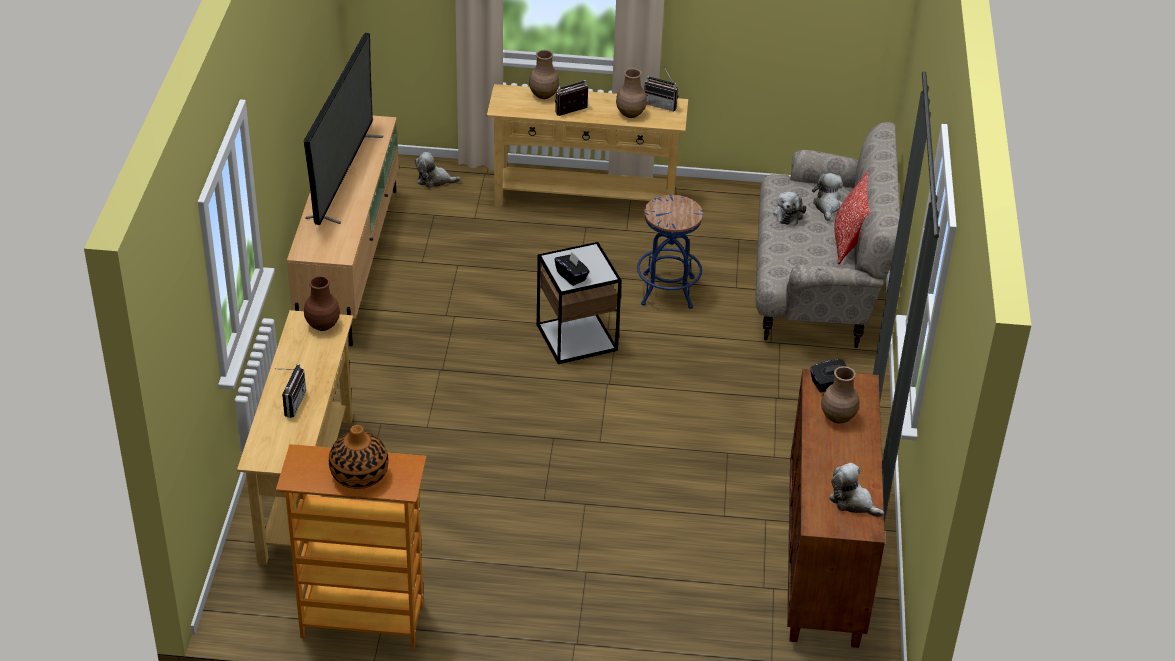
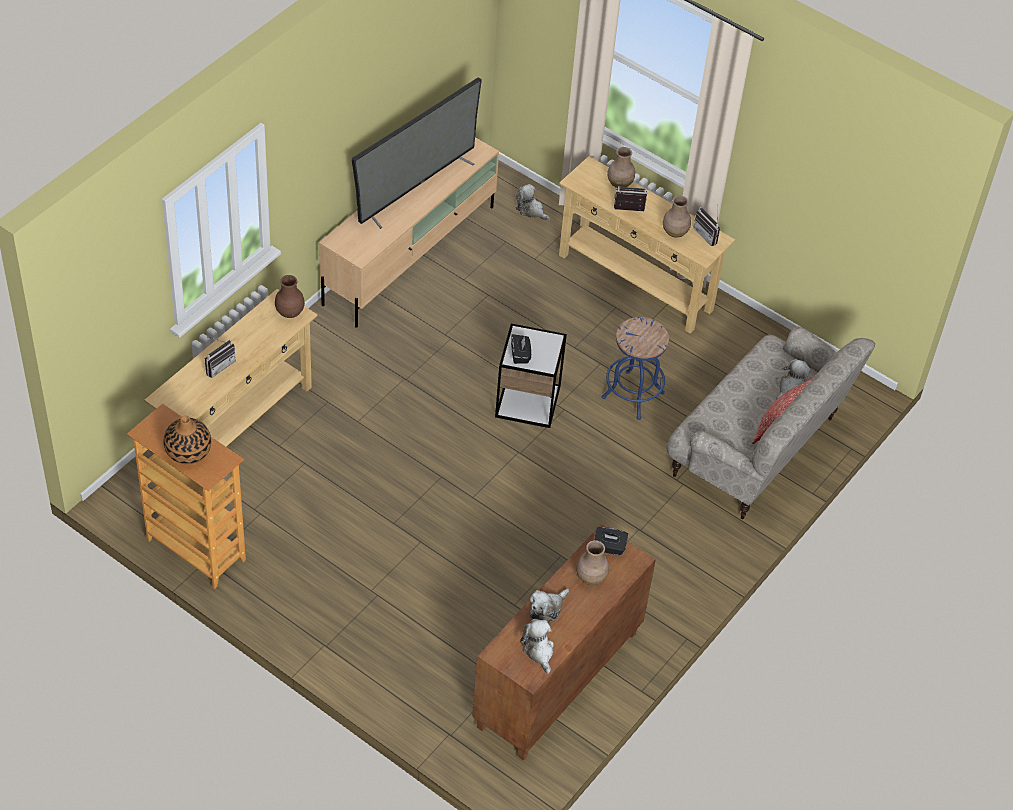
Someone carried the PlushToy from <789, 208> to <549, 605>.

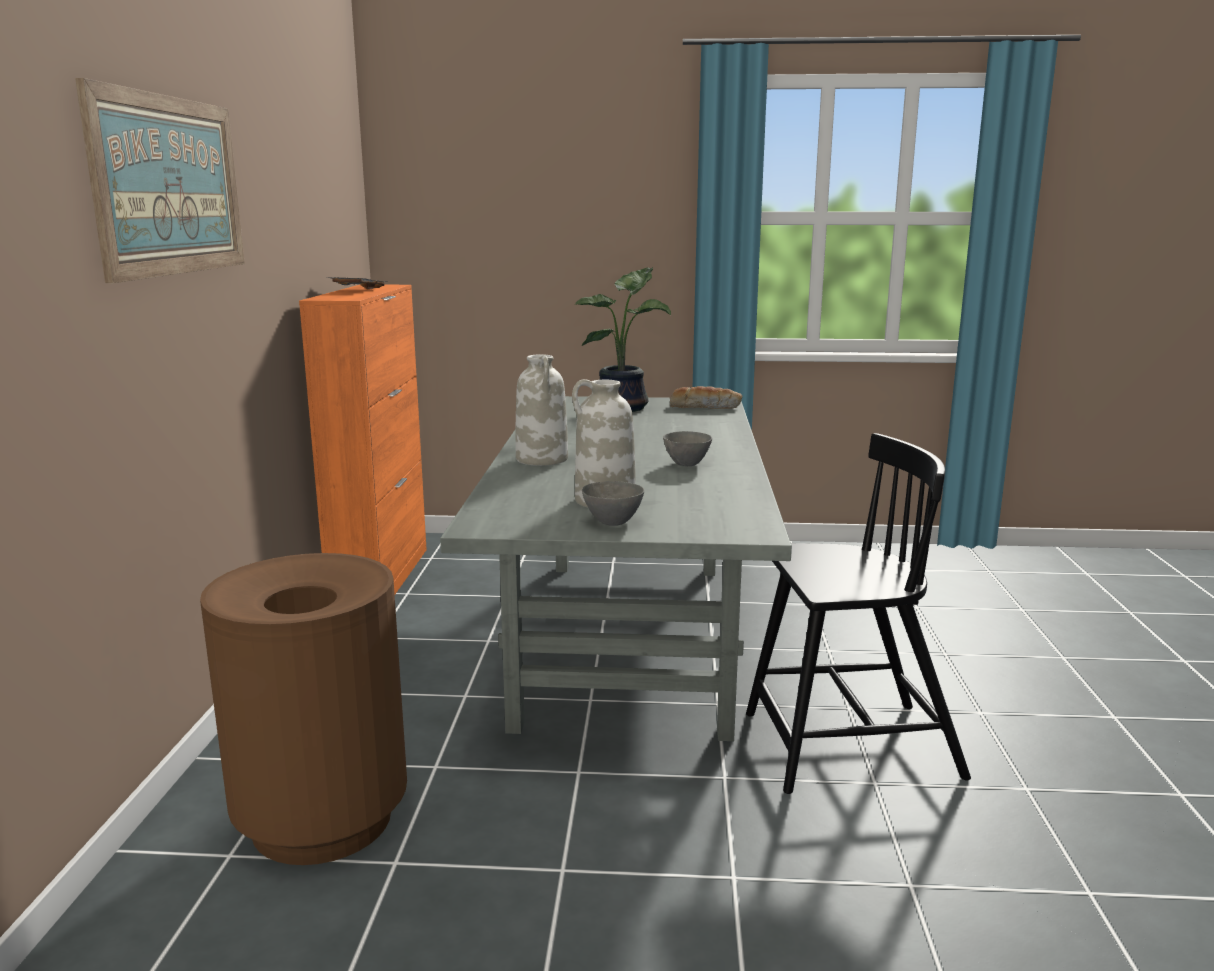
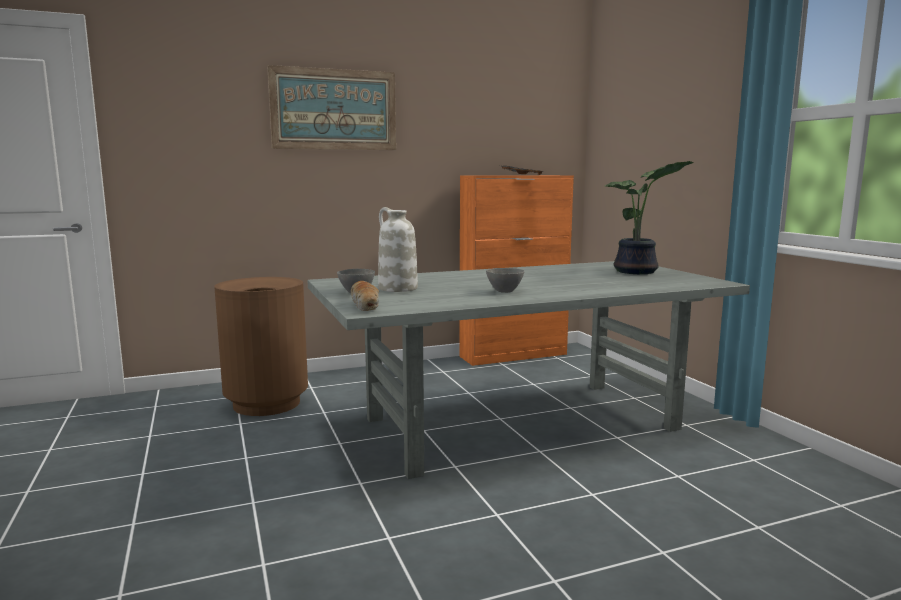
Someone took away the WhitishDecorativeVase at <541, 410>.
Someone carried the BakedBread from <706, 397> to <365, 296>.
Someone took away the BlackColouredChair at <858, 613>.

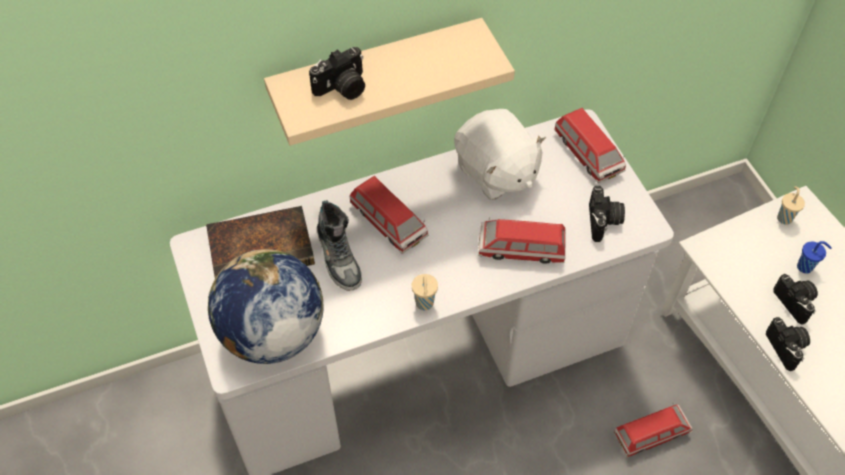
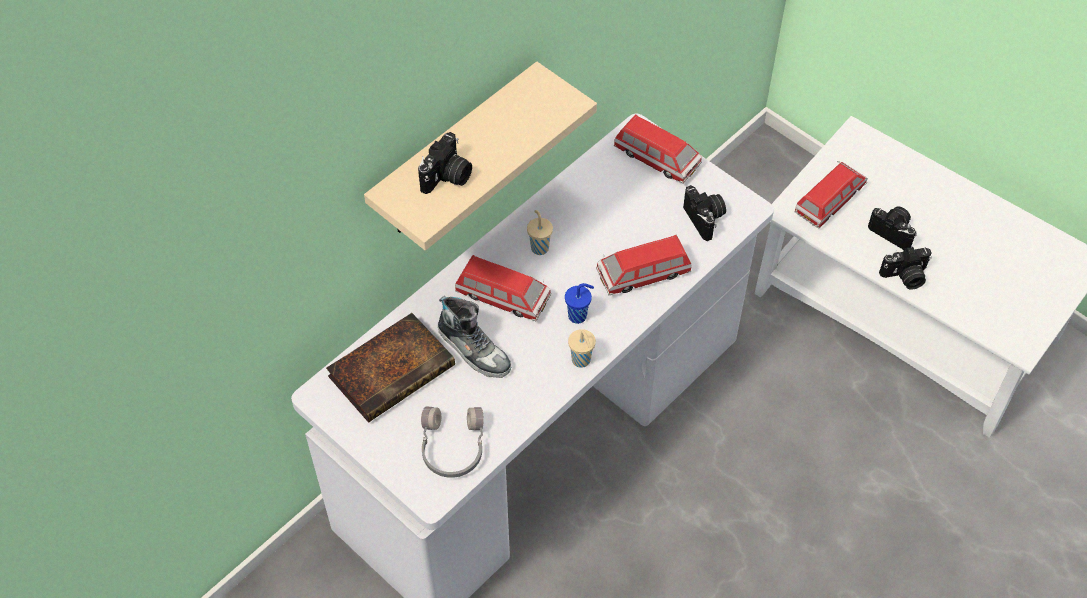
Someone swapped the WorldGlobe at <266, 306> for the GreyishPairOfHeadphones at <452, 442>.
Someone took away the WhitishPlushToy at <500, 154>.
Someone carried the MiniatureCar from <653, 430> to <830, 195>.
Someone rotated the PhotoCamera at <788, 344> by 120 degrees clockwise.
Someone carried the SandColouredSmallCup from <791, 205> to <540, 232>.
Someone carried the BlueSmallCup from <814, 257> to <579, 303>.

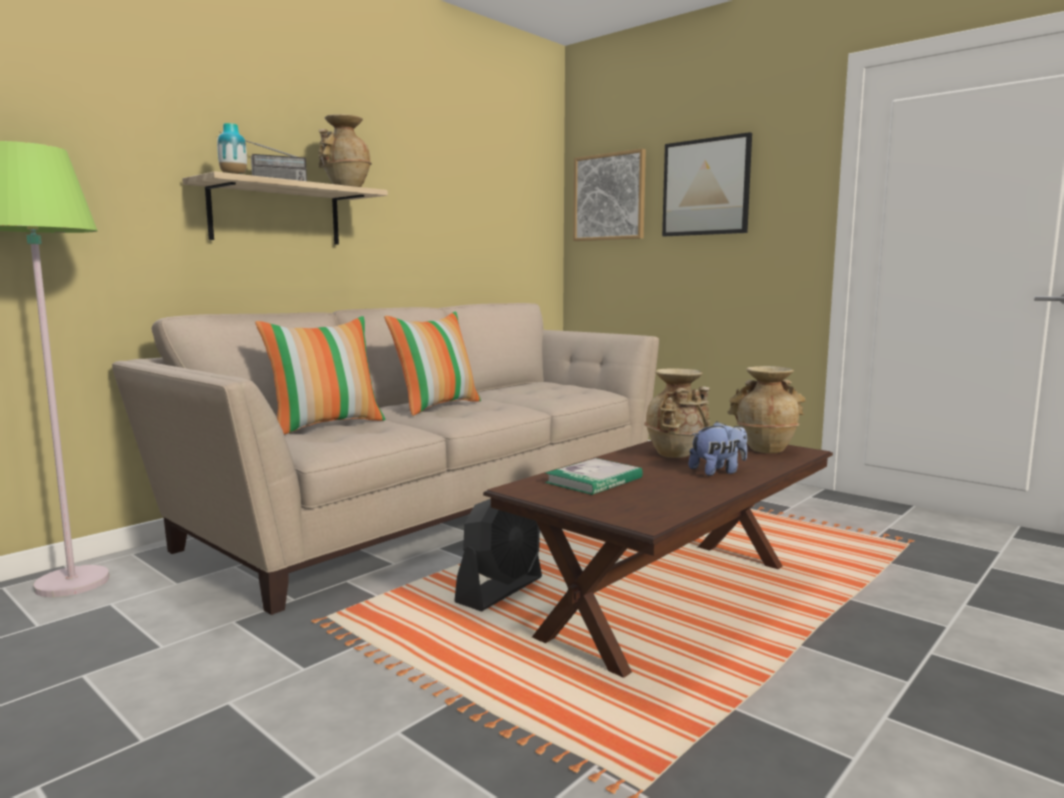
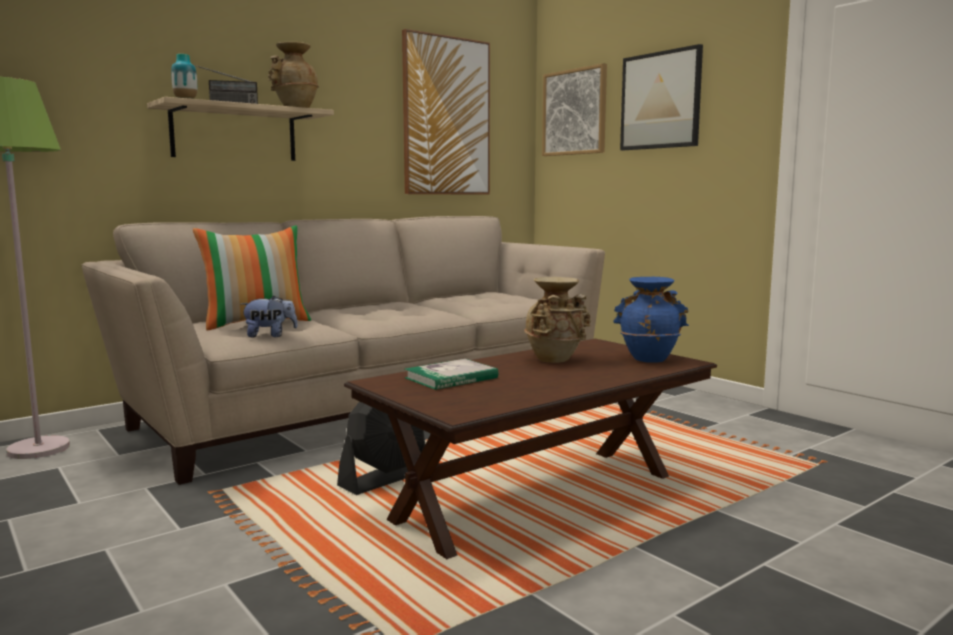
Someone took away the Pillow at <432, 363>.
Someone carried the PlushToy from <718, 448> to <269, 316>.
Someone repainted the SandColouredDecorativeVase at <767, 410>, which became the BlueDecorativeVase at <651, 320>.
Someone put up the WallPicture at <446, 111>.

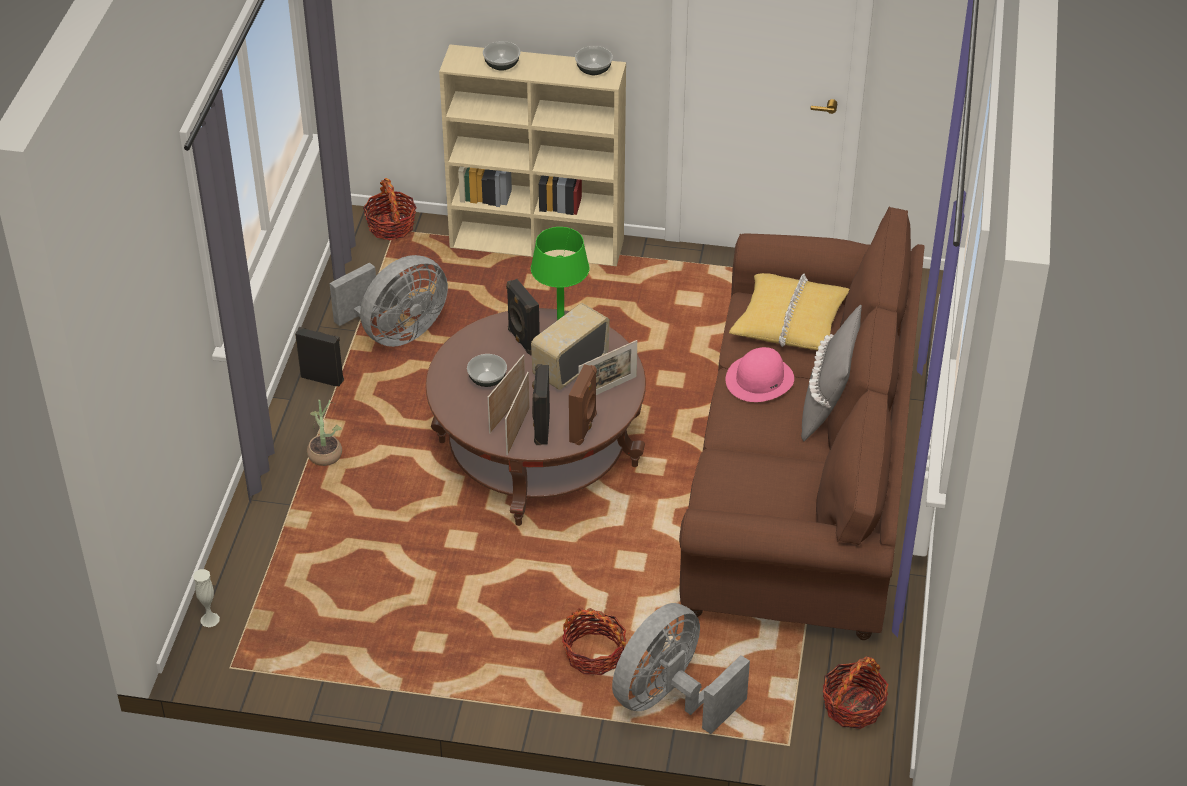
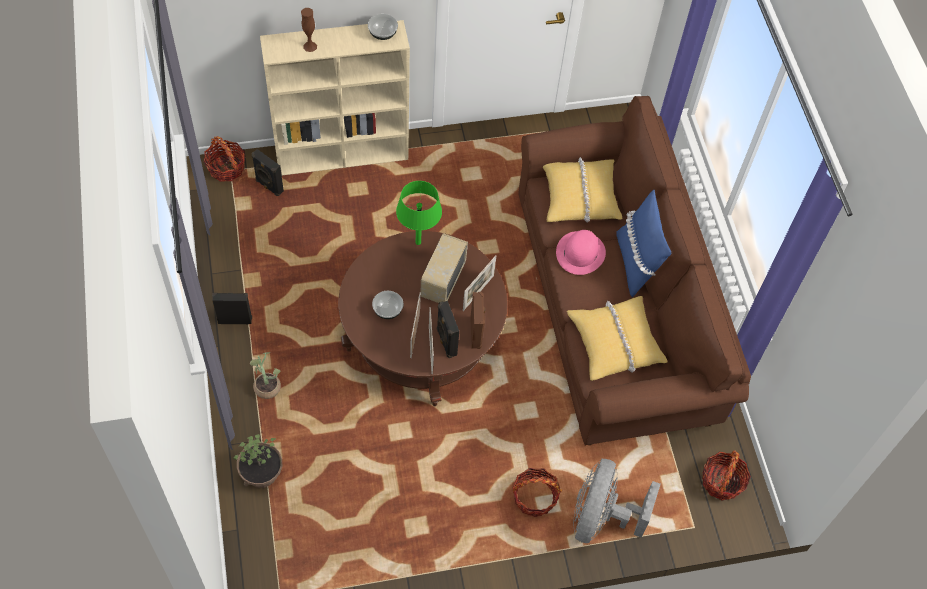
Someone took away the WhitishDecorativeVase at <206, 598>.
Someone took away the GreyishCoolingFan at <389, 301>.
Someone swapped the Bowl at <501, 56> for the BrownColouredDecorativeVase at <309, 30>.
Someone carried the BlackColouredLoudspeaker from <523, 317> to <268, 172>.
Someone repainted the GreyishPillow at <831, 373>, which became the BluePillow at <644, 243>.
Someone put down the PottedPlant at <257, 461>.
Someone put down the YellowColouredPillow at <617, 338>.

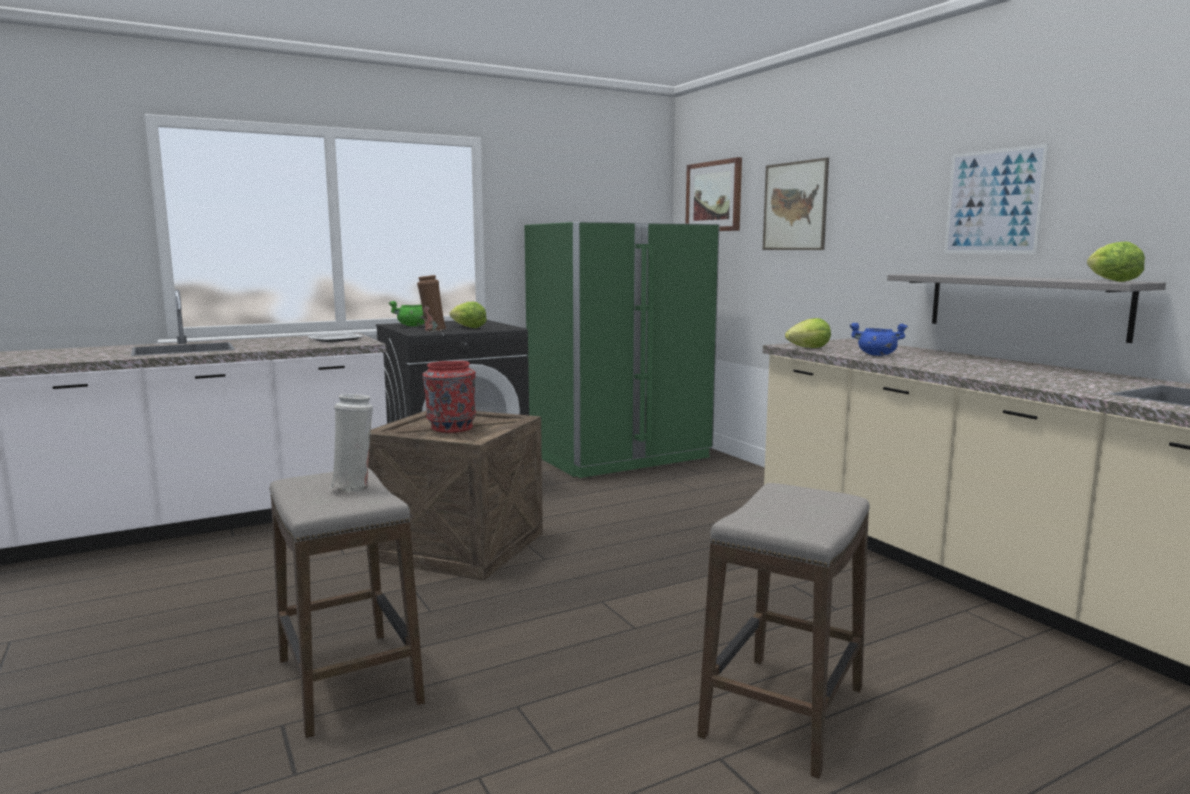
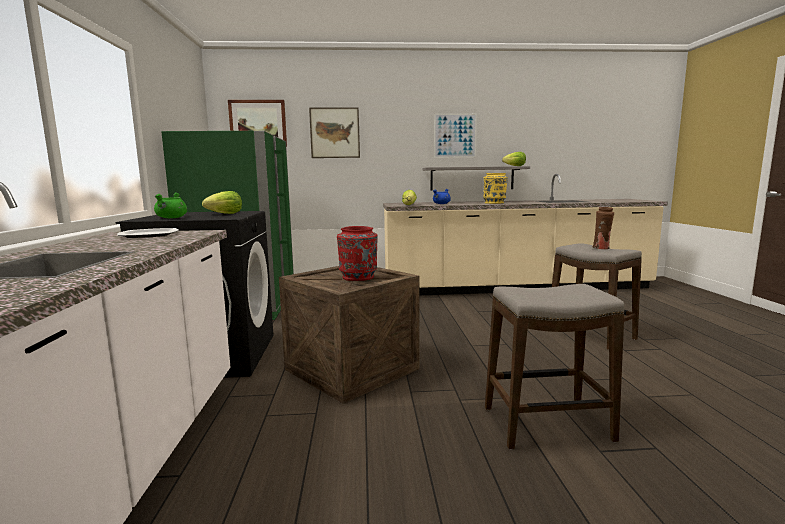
Someone took away the WhitishDecorativeVase at <351, 443>.
Someone carried the BrownColouredDecorativeVase from <431, 303> to <603, 228>.
Someone put down the YellowColouredDecorativeVase at <495, 188>.

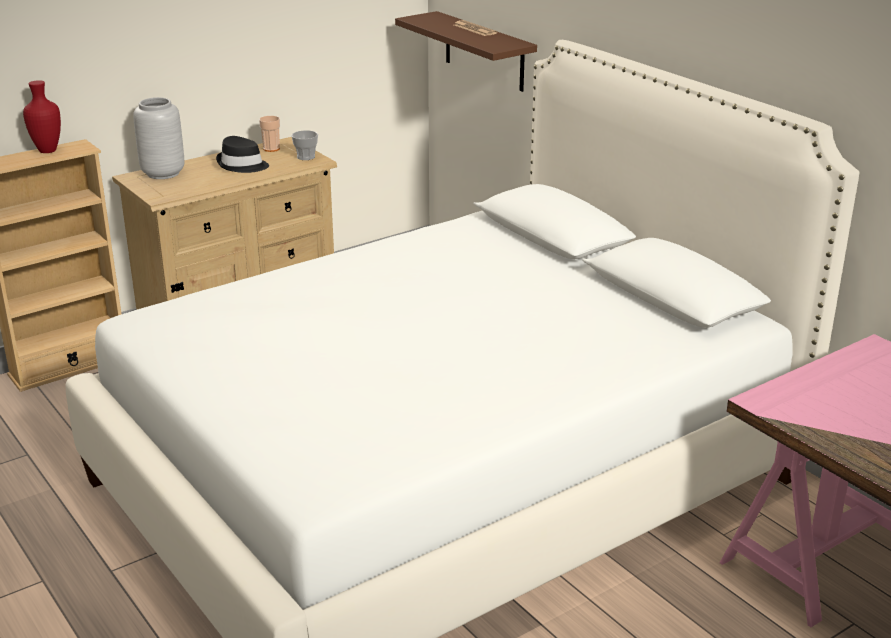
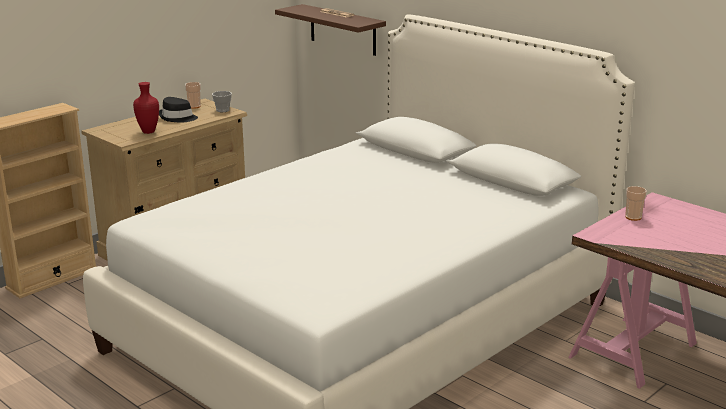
Someone carried the RedDecorativeVase from <42, 116> to <146, 108>.
Someone took away the GreyishDecorativeVase at <158, 138>.
Someone put down the SmallCup at <636, 203>.

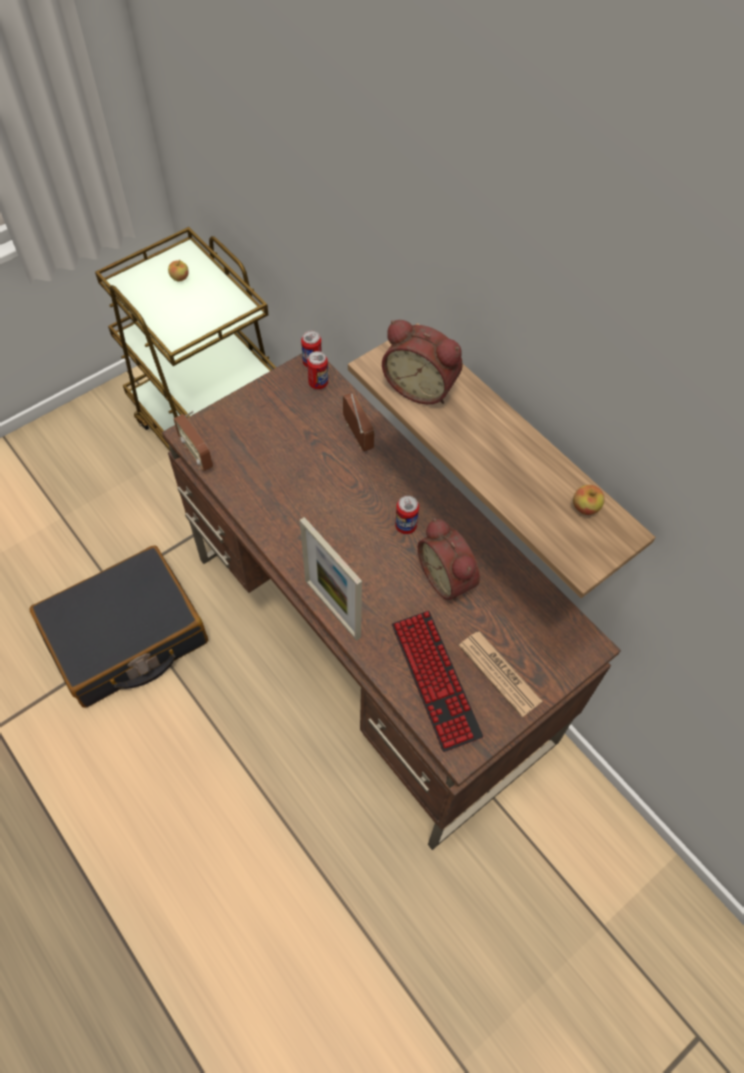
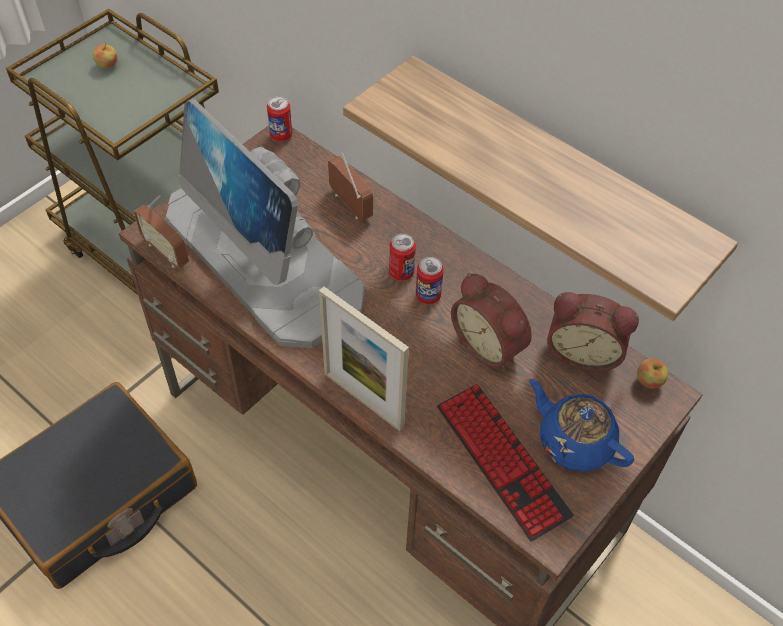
Someone carried the Can from <317, 370> to <402, 257>.
Someone carried the BedsideClock from <422, 362> to <593, 332>.
Someone swapped the PrintedPaper at <501, 674> for the BluePotForTea at <581, 425>.
Someone carried the Apple from <589, 500> to <652, 373>.
Someone put down the ComputerScreen at <265, 224>.

